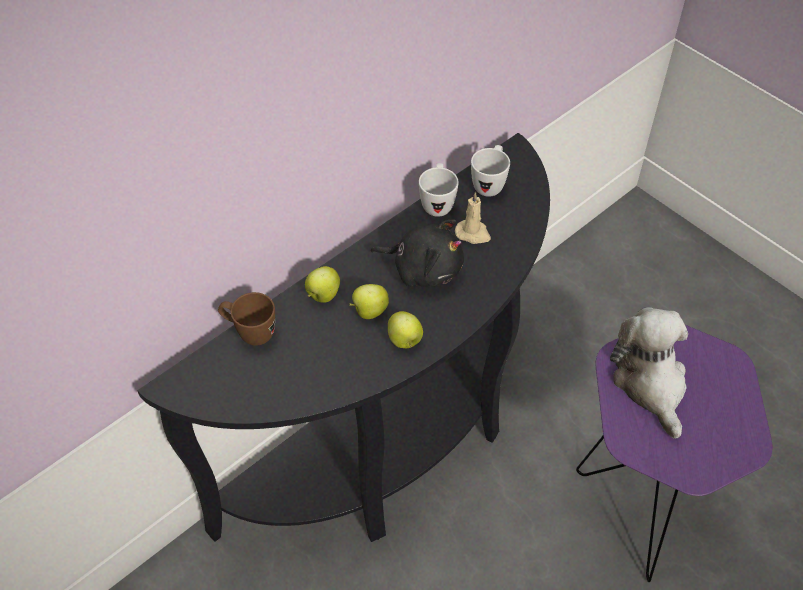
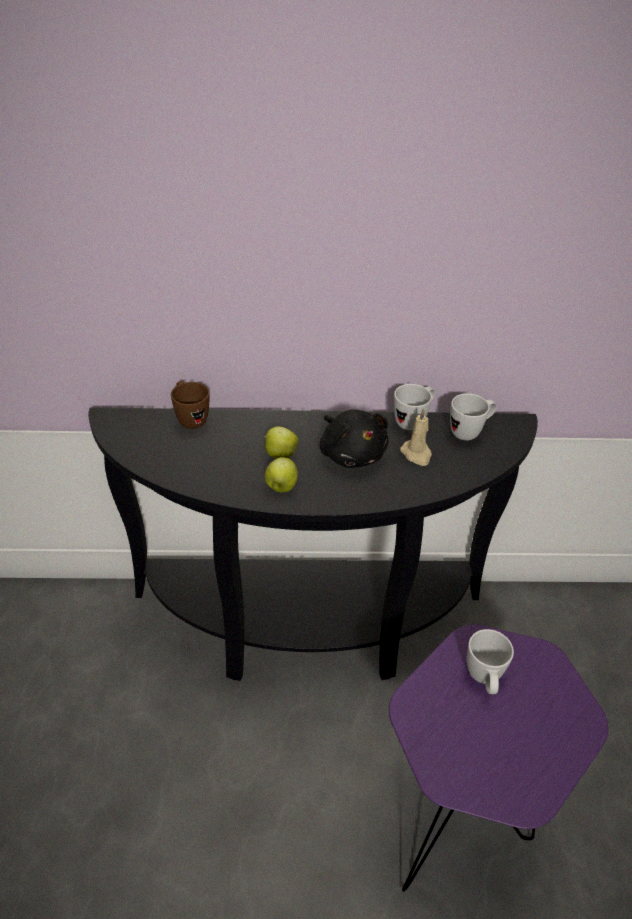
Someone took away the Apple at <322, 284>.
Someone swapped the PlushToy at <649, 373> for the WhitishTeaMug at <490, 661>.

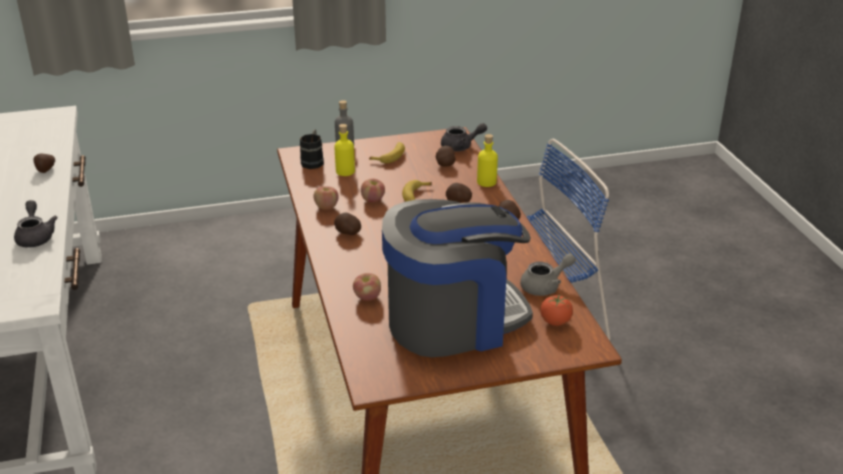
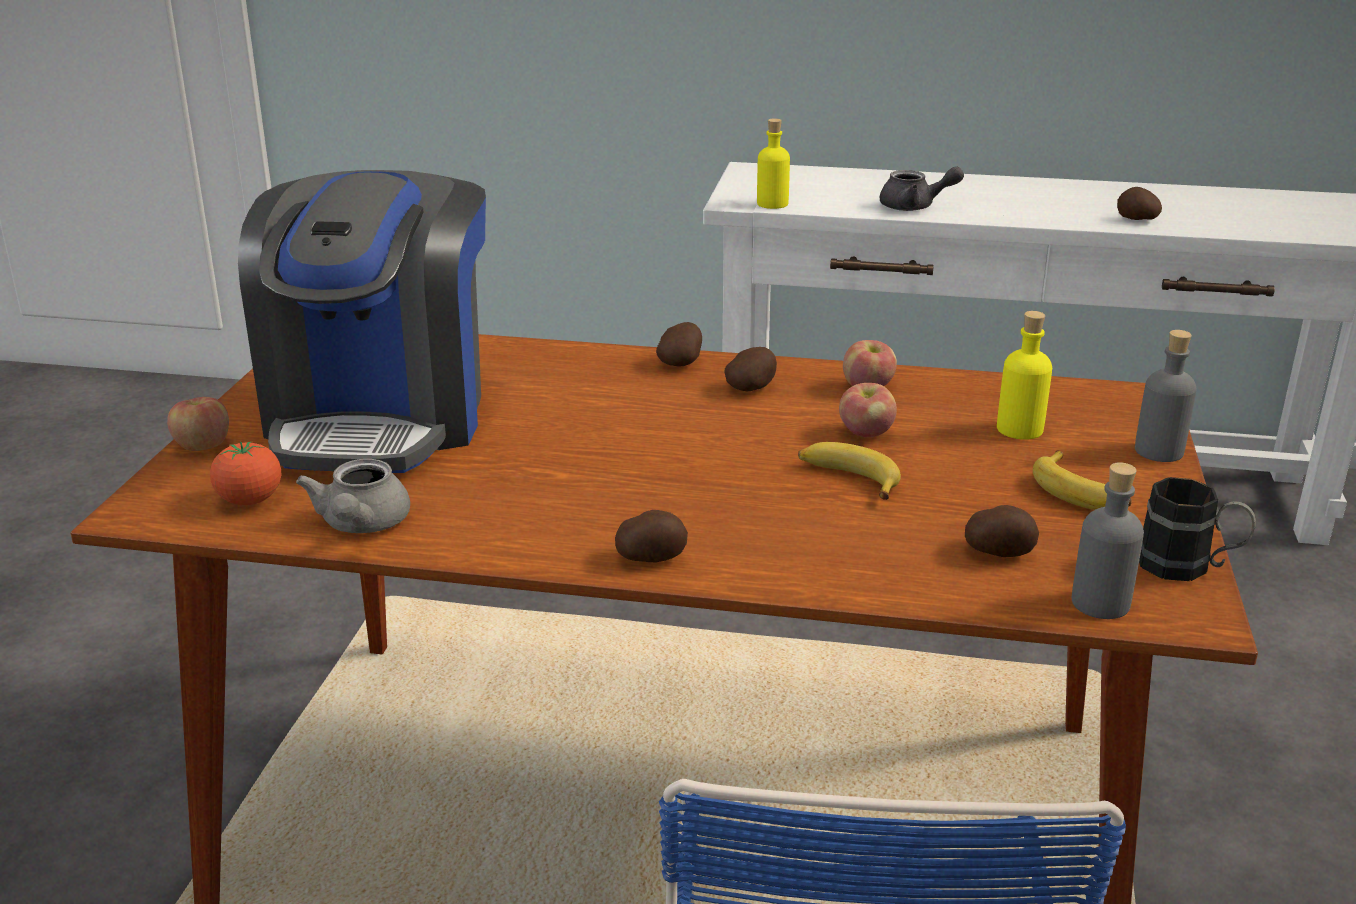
Someone carried the BlackColouredTeaMug from <312, 149> to <1197, 529>.
Someone carried the Apple from <367, 287> to <198, 424>.
Someone swapped the GreyishPotForTea at <464, 137> for the GreyishBeverageBottle at <1108, 540>.
Someone carried the Spud from <459, 193> to <679, 344>.
Someone carried the YellowColouredBeverageBottle from <487, 160> to <773, 163>.

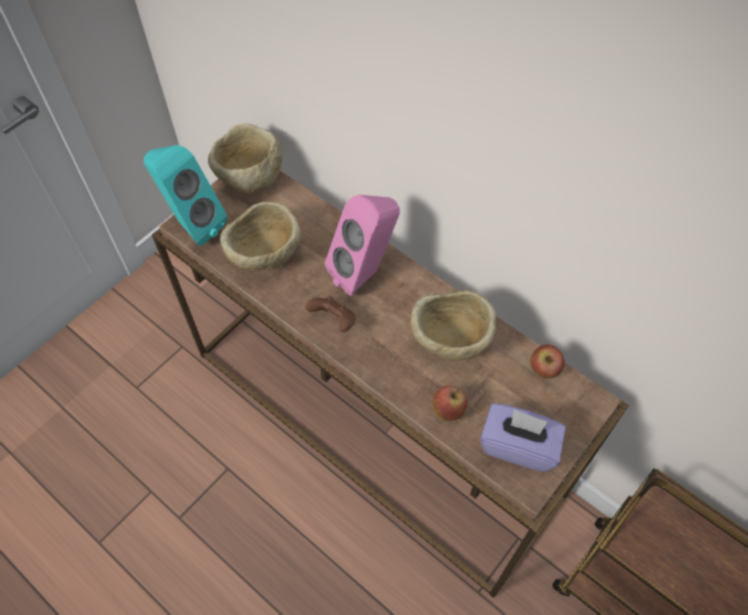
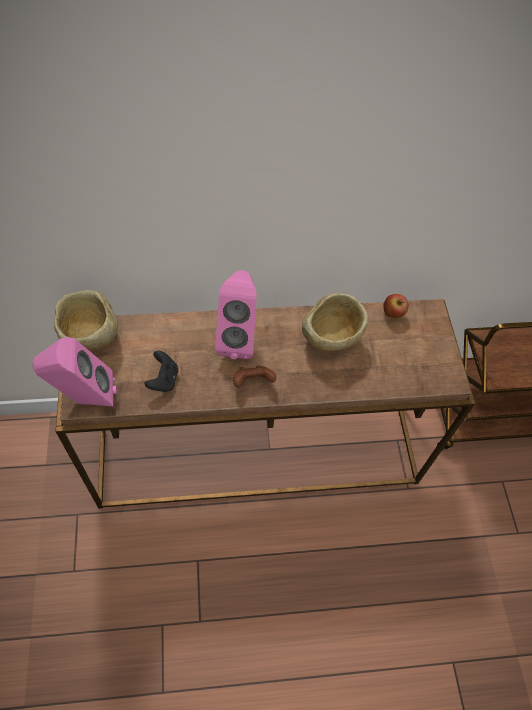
Someone repainted the BlueGreenLoudspeaker at <185, 195>, which became the PinkLoudspeaker at <75, 372>.
Someone swapped the SandColouredBowl at <260, 236> for the BlackColouredJoypad at <161, 371>.
Someone took away the Apple at <450, 403>.
Someone took away the PurpleTissueHolder at <523, 437>.

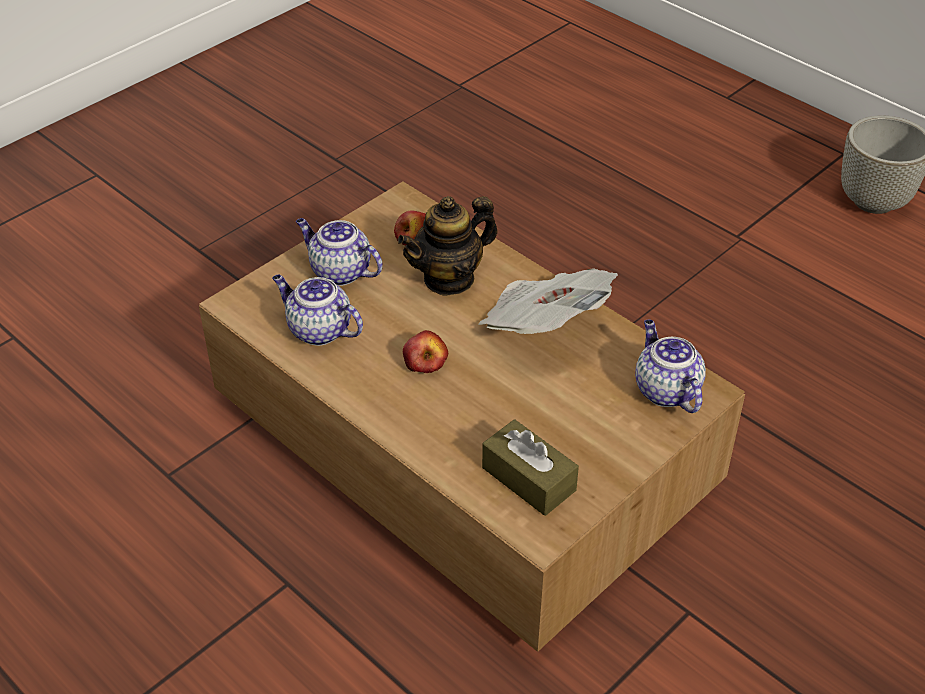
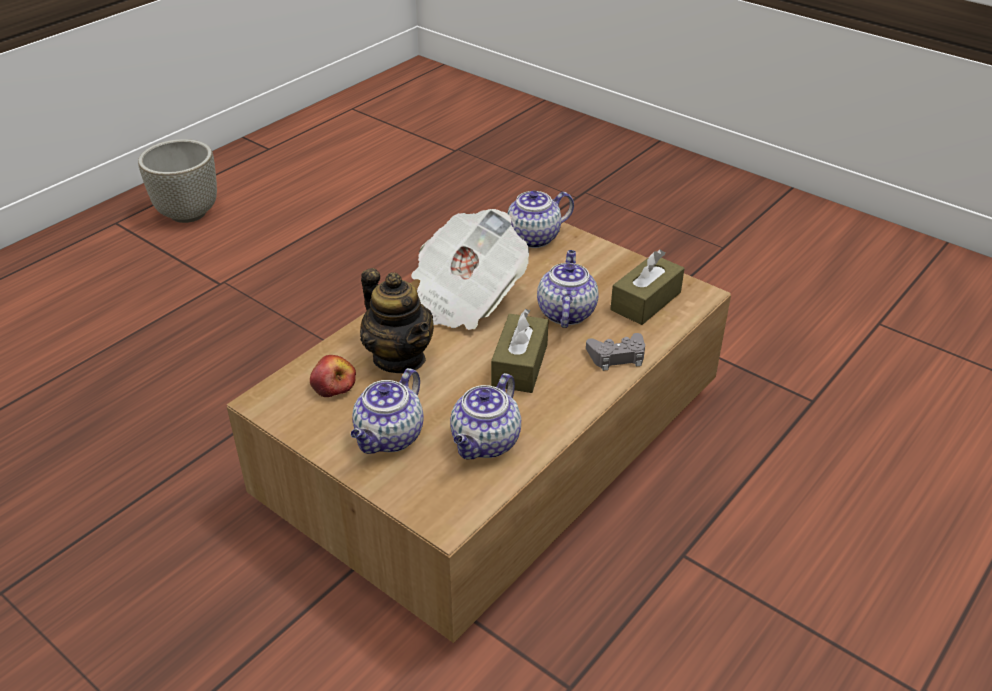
Someone swapped the Apple at <425, 351> for the BrownColouredTissueHolder at <520, 351>.
Someone put down the PotForTea at <567, 289>.
Someone put down the GreyishJoypad at <615, 352>.

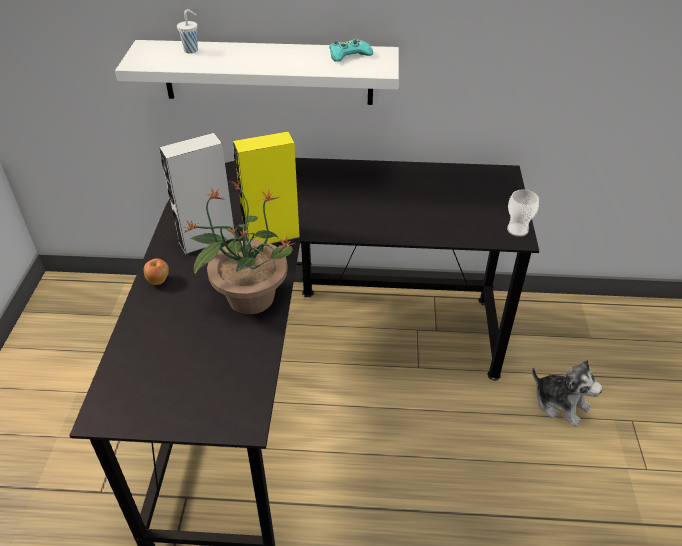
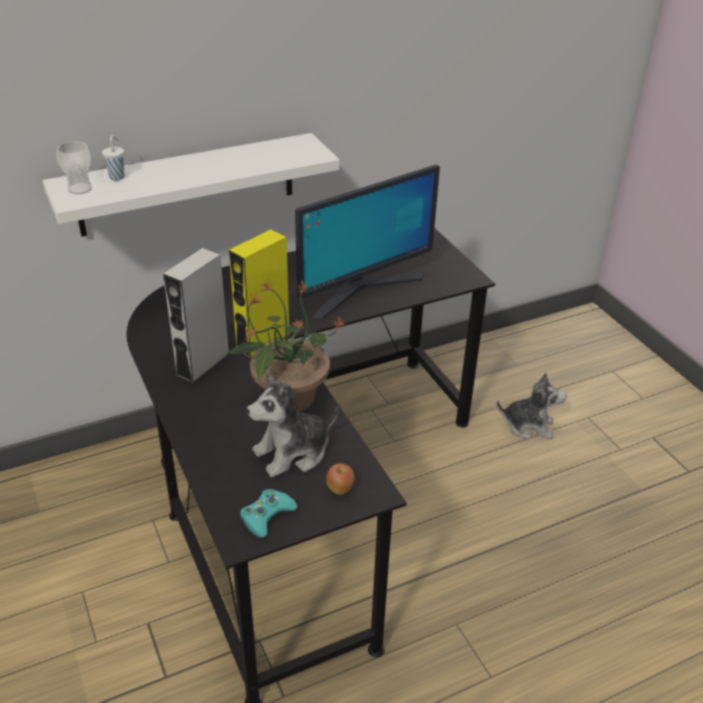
Someone carried the Apple from <156, 271> to <340, 479>.
Someone carried the BlueGreenJoypad from <351, 50> to <269, 513>.
Someone carried the SmallCup from <523, 213> to <74, 167>.
Someone put down the PlushToy at <292, 424>.
Someone put down the ComputerScreen at <367, 242>.

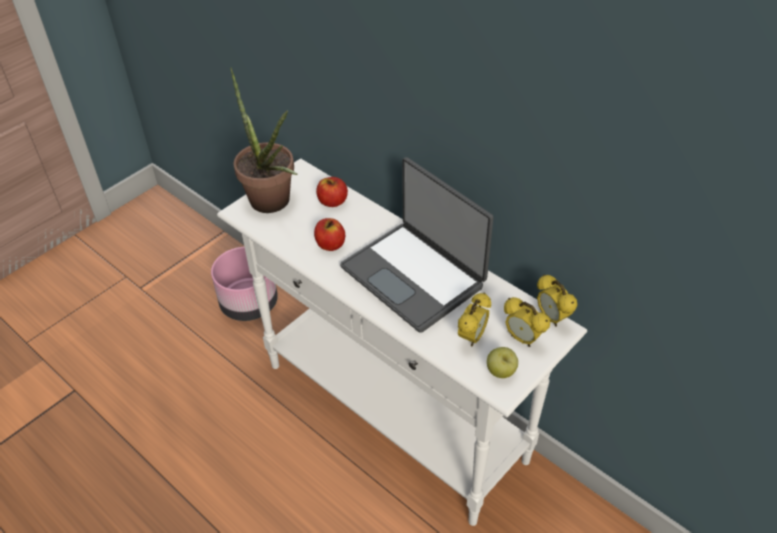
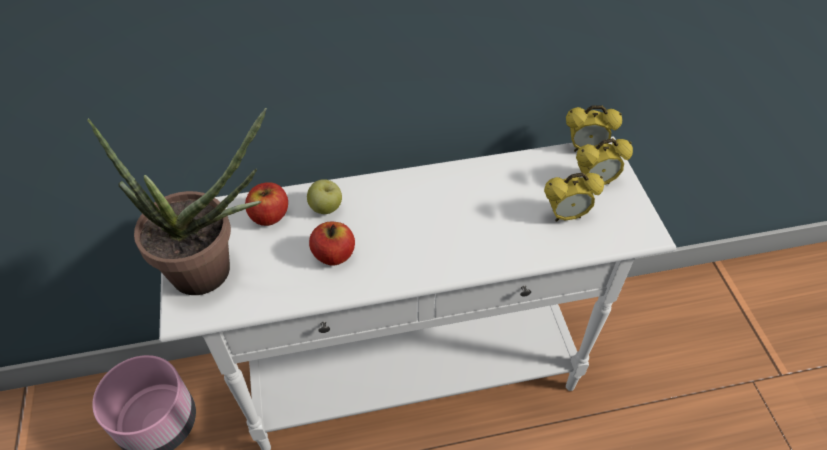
Someone took away the NotebookComputer at <416, 245>.
Someone rotated the BedsideClock at <474, 319> by 105 degrees clockwise.
Someone carried the Apple from <502, 362> to <324, 196>.

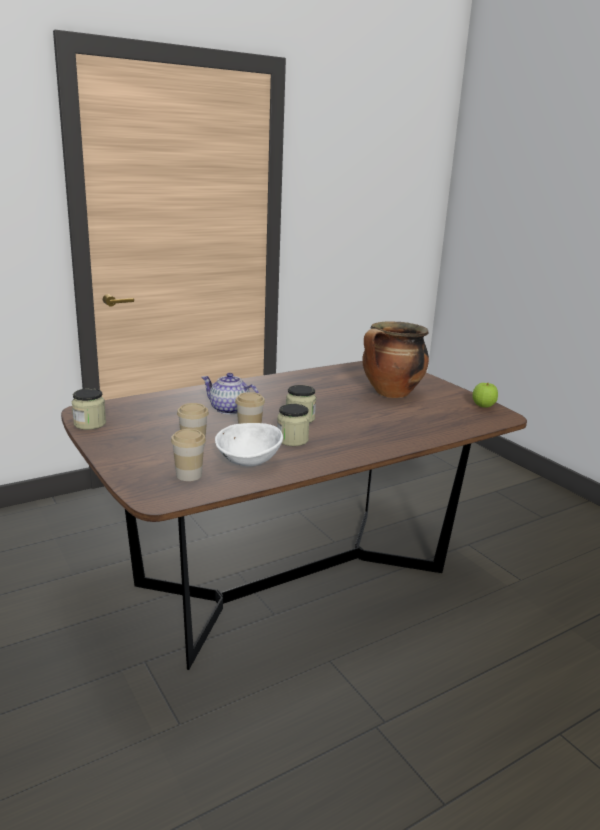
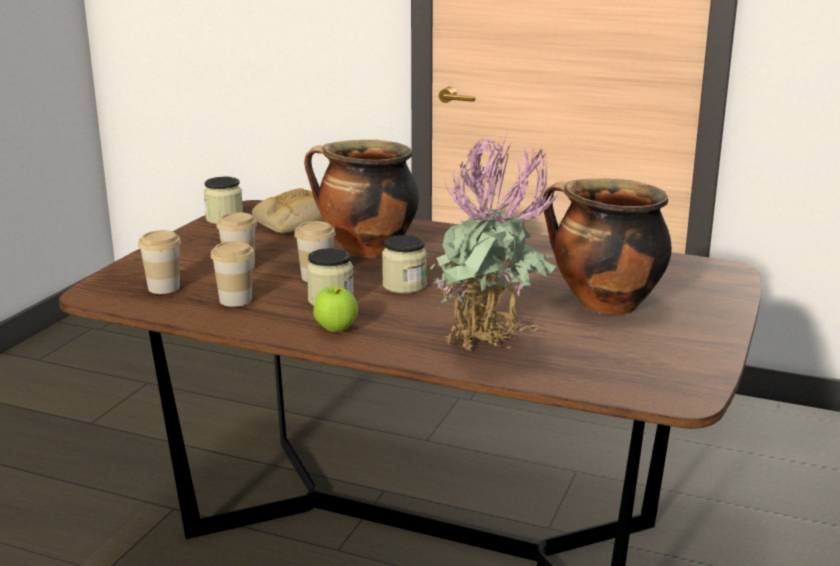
Someone swapped the PotForTea at <230, 394> for the Saucepot at <361, 199>.
Someone swapped the WhitishBowl at <249, 444> for the SmallCup at <232, 274>.
Someone carried the Apple from <485, 395> to <335, 309>.
Someone put down the BakedBread at <288, 210>.
Someone put down the PottedPlant at <494, 241>.

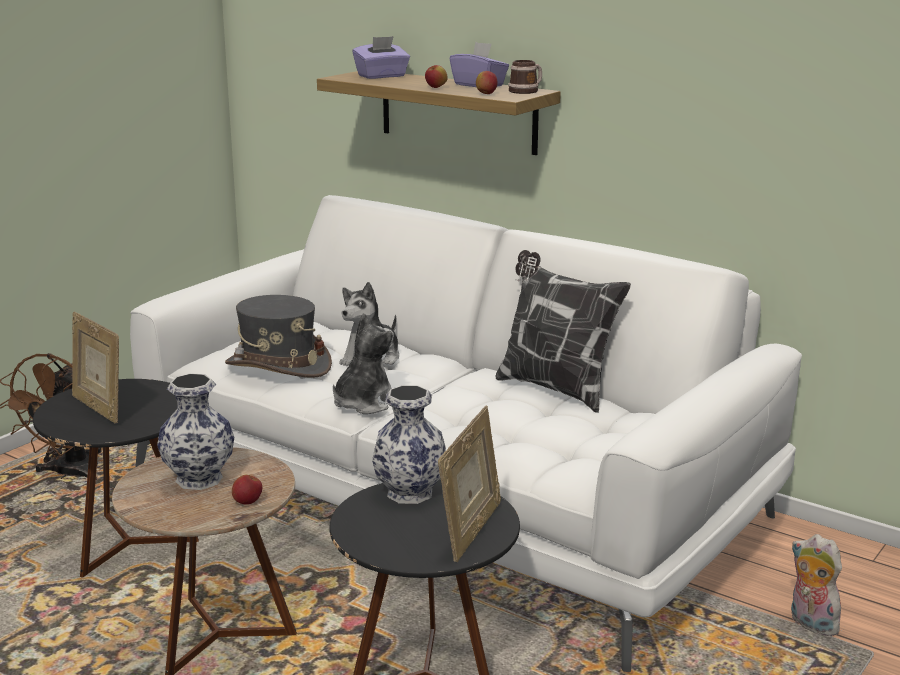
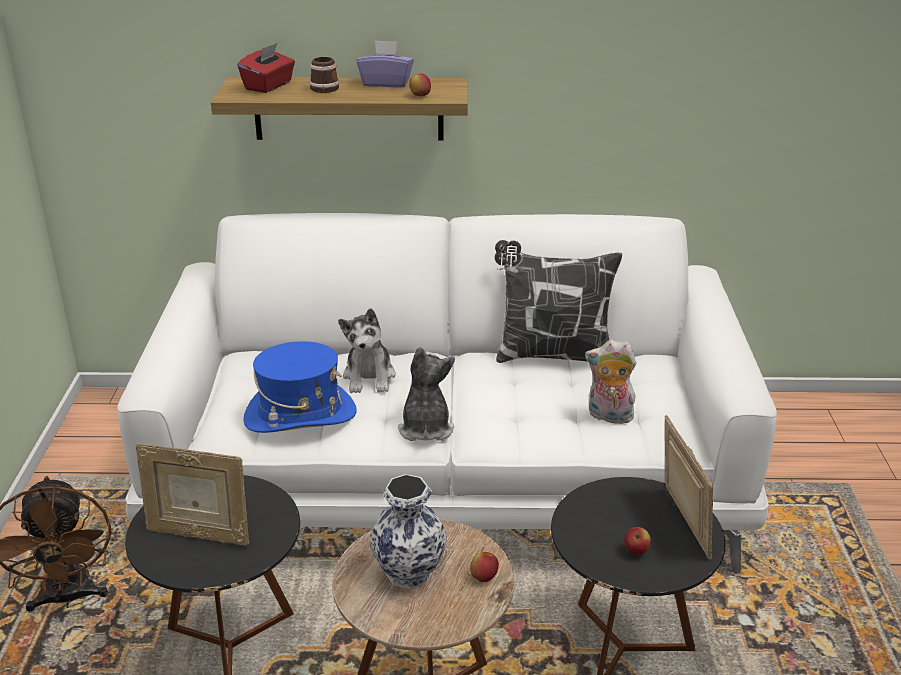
Someone repainted the GreyishClothingHat at <278, 336>, which became the BlueClothingHat at <300, 387>.
Someone repainted the PurpleTissueHolder at <381, 57>, which became the RedTissueHolder at <266, 68>.
Someone took away the DecorativeVase at <409, 444>.
Someone carried the Apple from <436, 76> to <637, 541>.
Someone carried the TeaMug from <525, 77> to <324, 75>.
Someone carried the PlushToy from <816, 585> to <610, 382>.

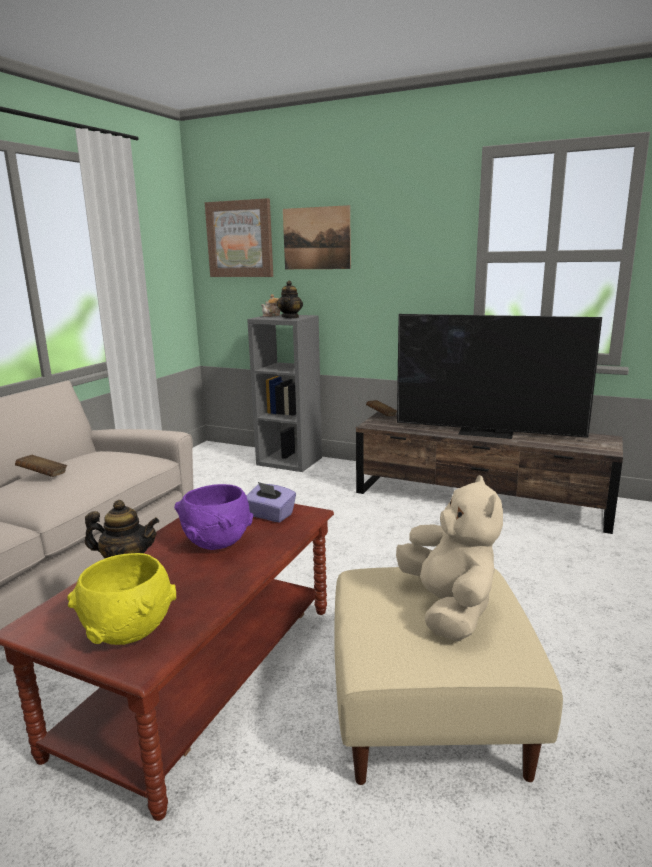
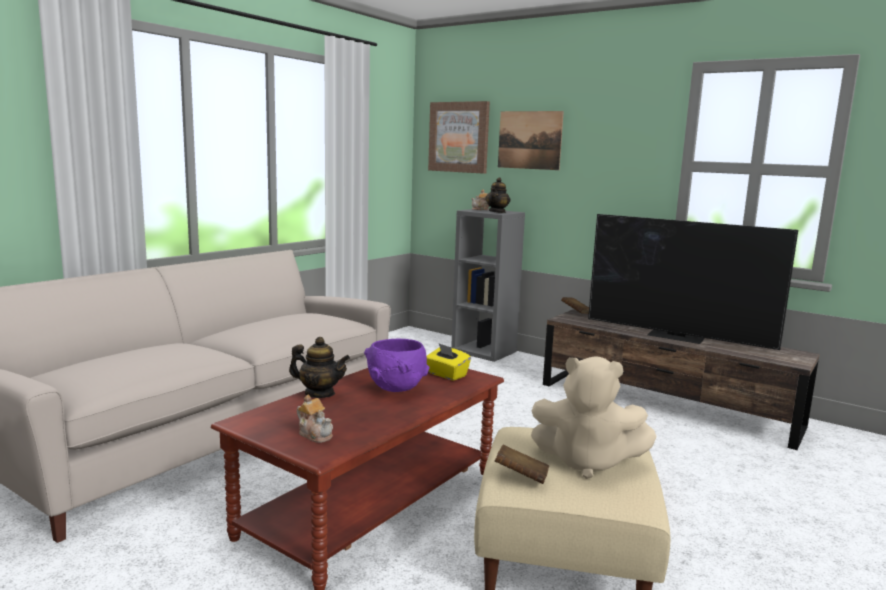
Someone carried the BrownColouredVolume from <41, 466> to <522, 464>.
Someone swapped the YellowColouredBowl at <121, 599> for the PotForTea at <315, 419>.
Someone repainted the PurpleTissueHolder at <271, 502>, which became the YellowColouredTissueHolder at <449, 362>.
Someone rotated the SandColouredPlushToy at <449, 558> by 105 degrees clockwise.

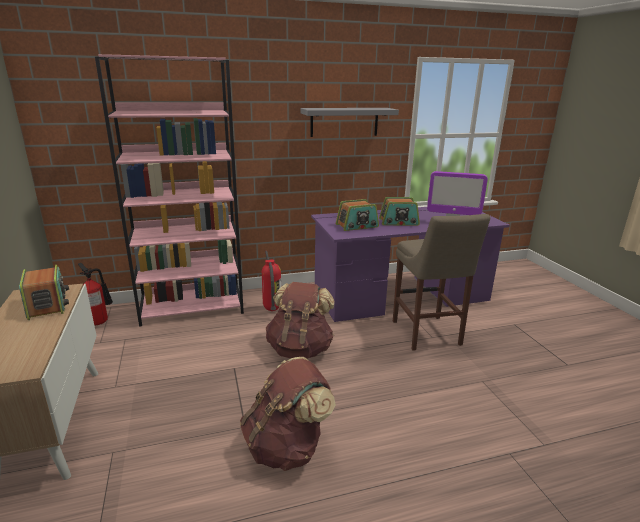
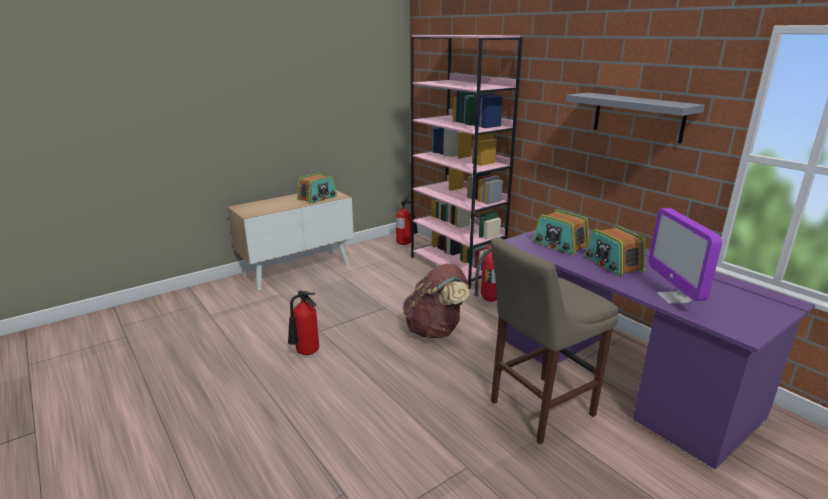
Someone swapped the BrownColouredKnapsack at <288, 414> for the FireFightingCylinder at <303, 323>.

